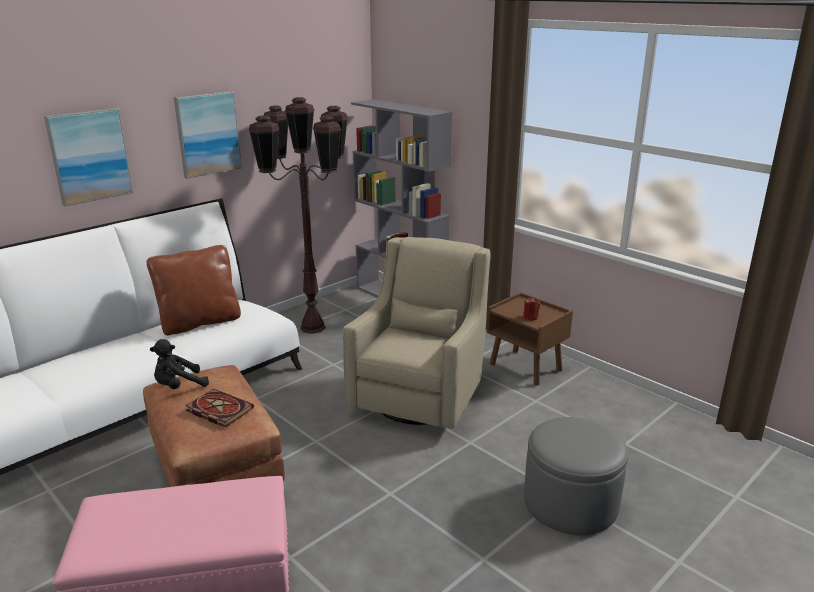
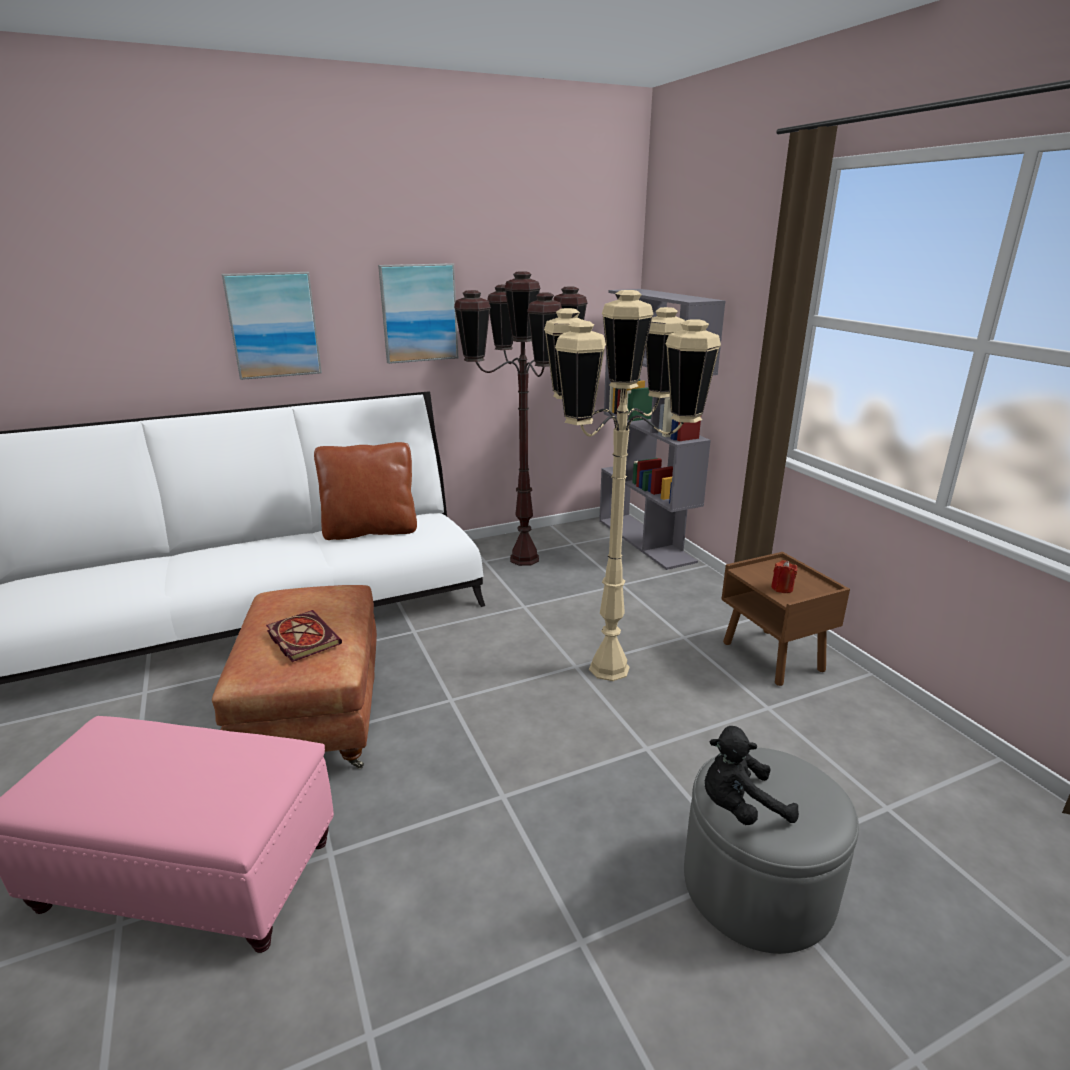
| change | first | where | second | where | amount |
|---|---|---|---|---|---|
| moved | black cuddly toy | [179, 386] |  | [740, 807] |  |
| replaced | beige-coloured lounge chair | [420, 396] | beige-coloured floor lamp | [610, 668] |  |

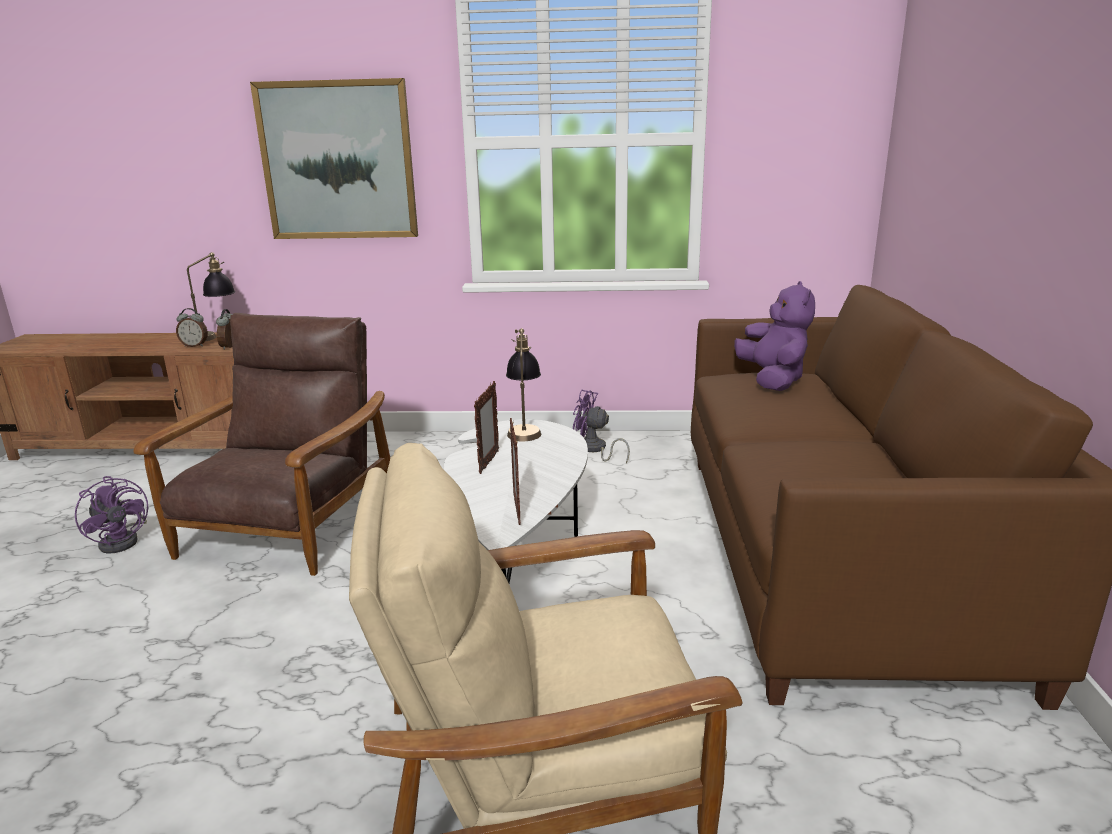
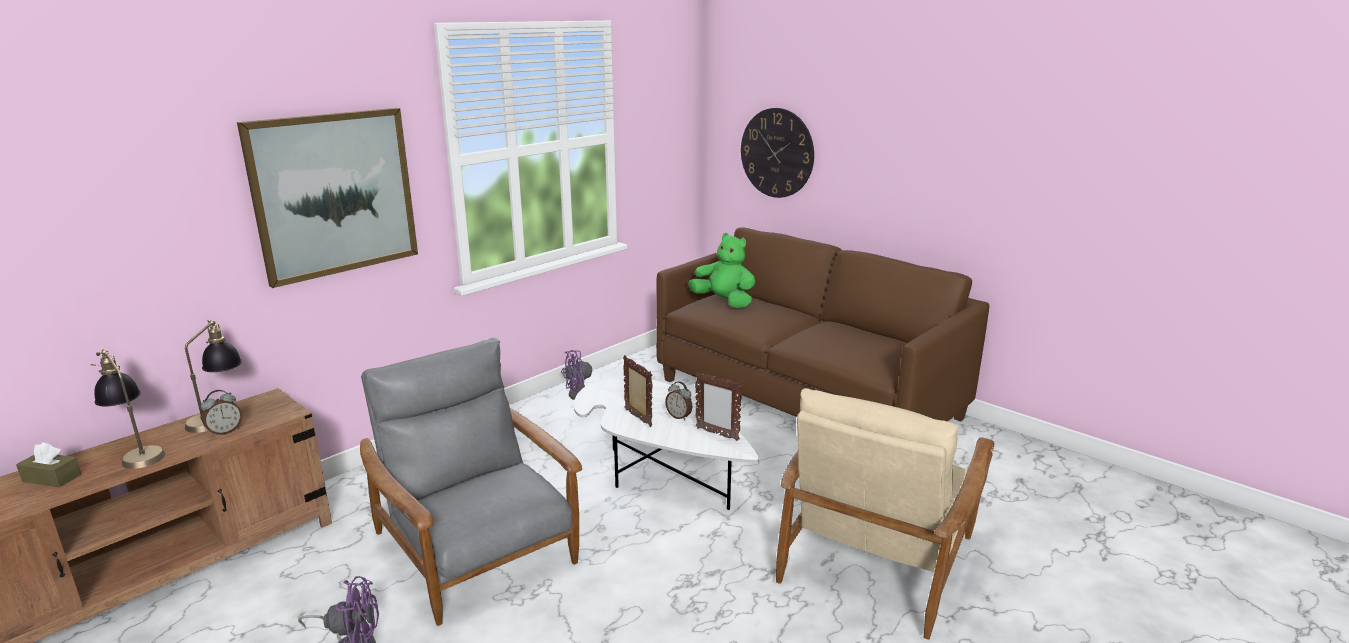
| change | first | where | second | where | amount |
|---|---|---|---|---|---|
| added |  |  | brown-coloured tissue holder | [52, 478] |  |
| added |  |  | clock on the wall | [777, 153] |  |
| moved | alarm clock | [230, 347] |  | [679, 416] |  |
| moved | lamp for a table | [524, 428] |  | [138, 453] |  |
| recoloured | brown-coloured lounge chair | [289, 523] | grey lounge chair | [476, 549] |  |
| recoloured | purple cuddly toy | [772, 380] | green-coloured cuddly toy | [724, 302] |  |

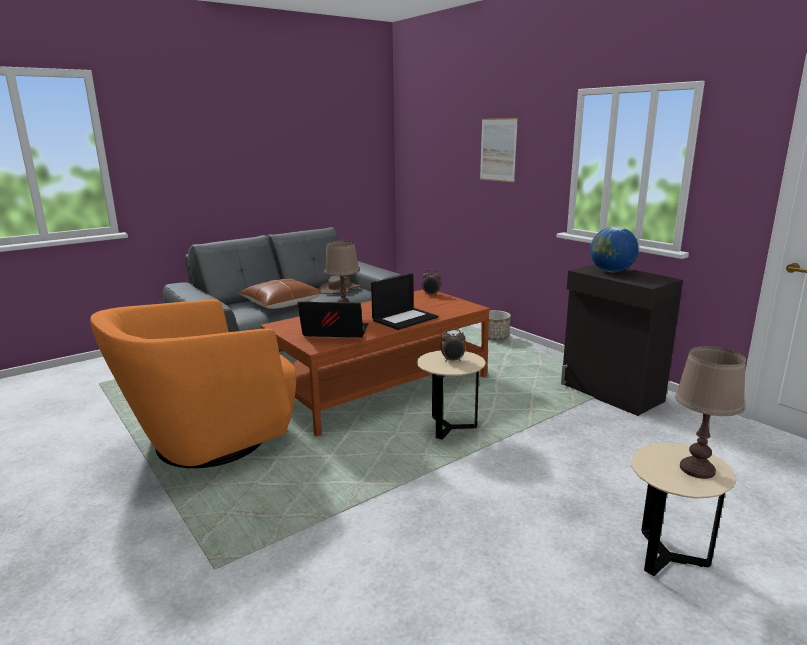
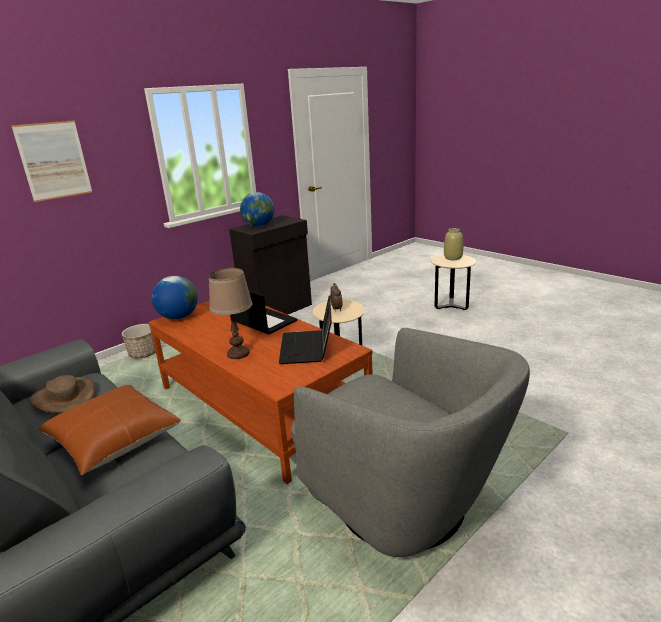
| change | first | where | second | where | amount |
|---|---|---|---|---|---|
| replaced | alarm clock | [431, 294] | world globe | [178, 317] |  |
| replaced | brown-coloured lamp for a table | [697, 469] | beige-coloured flower vase | [453, 258] |  |
| recoloured | orangey lounge chair | [209, 441] | grey lounge chair | [403, 503] |  |

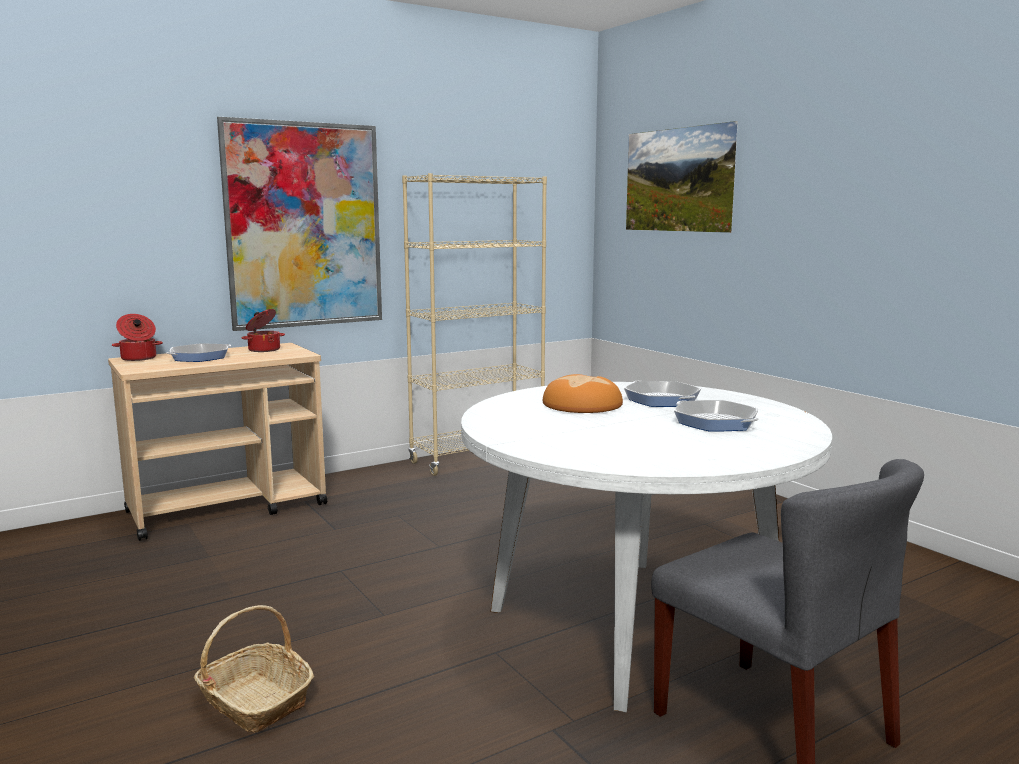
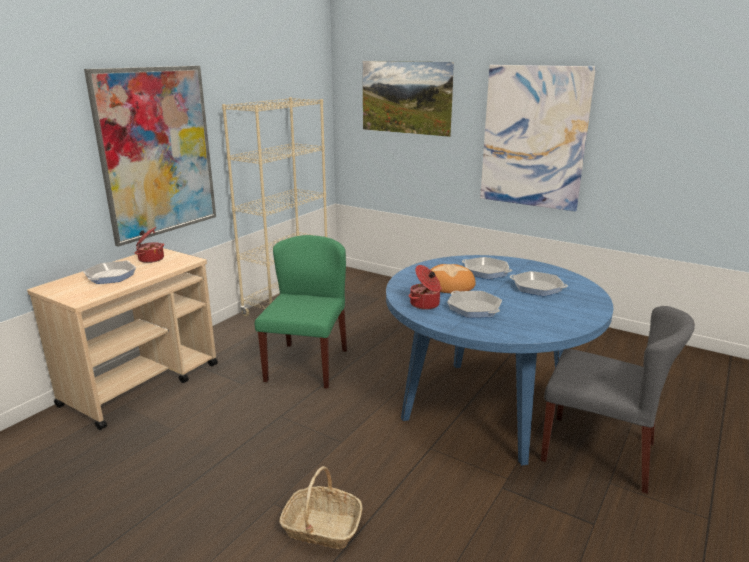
| change | first | where | second | where | amount |
|---|---|---|---|---|---|
| added |  |  | green-coloured plain chair | [307, 364] |  |
| added |  |  | skillet | [474, 308] |  |
| added |  |  | wall picture | [534, 137] |  |
| moved | stockpot | [138, 358] |  | [425, 304] |  |
| recoloured | white-coloured dining table | [633, 624] | blue dining table | [485, 408] |  |

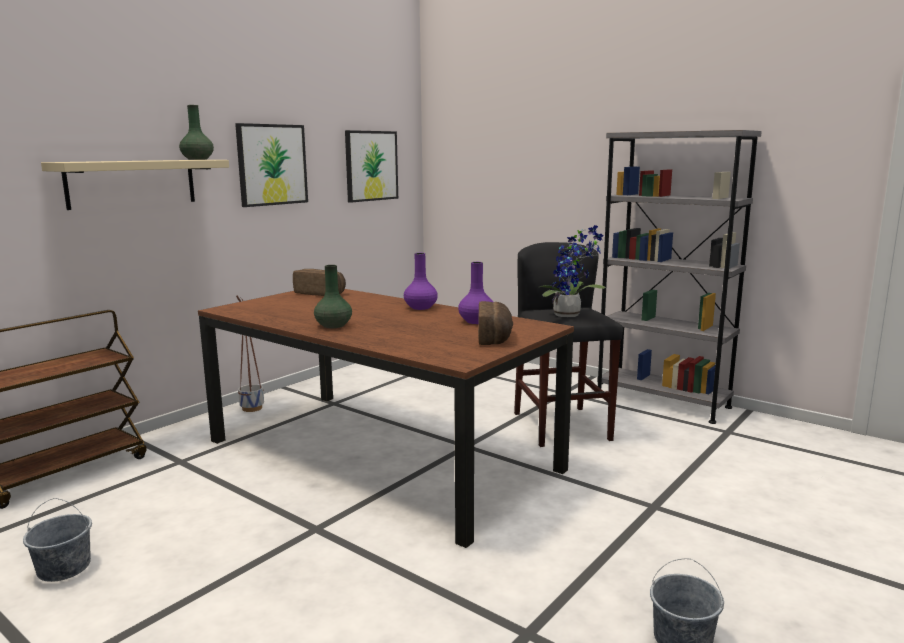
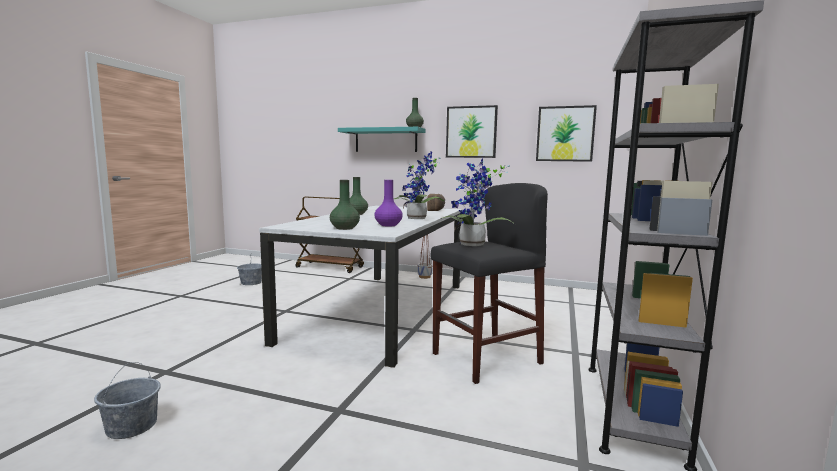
| change | first | where | second | where | amount |
|---|---|---|---|---|---|
| replaced | purple flower vase | [421, 307] | houseplant | [418, 219] |  |
| replaced | baked bread | [495, 337] | green-coloured flower vase | [344, 228] |  |
| recoloured | beige-coloured shelf | [132, 183] | blue-green shelf | [386, 140] |  |
| recoloured | brown-coloured dining table | [379, 455] | white-coloured dining table | [382, 310] |  |

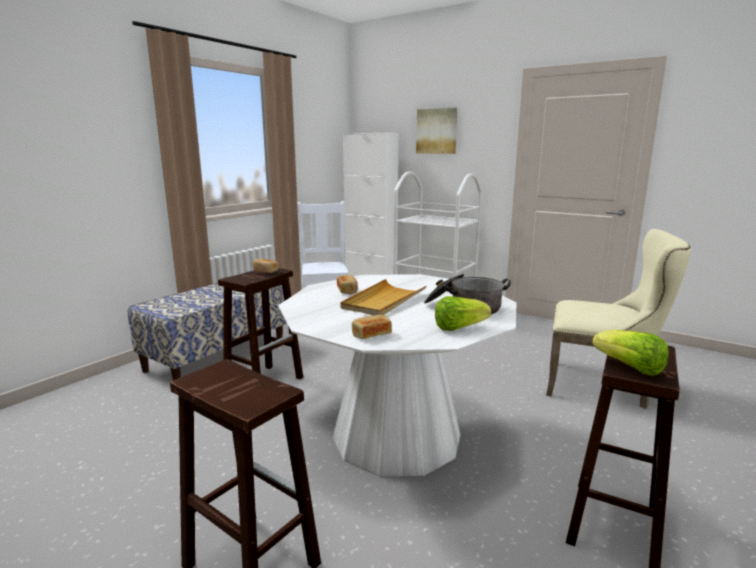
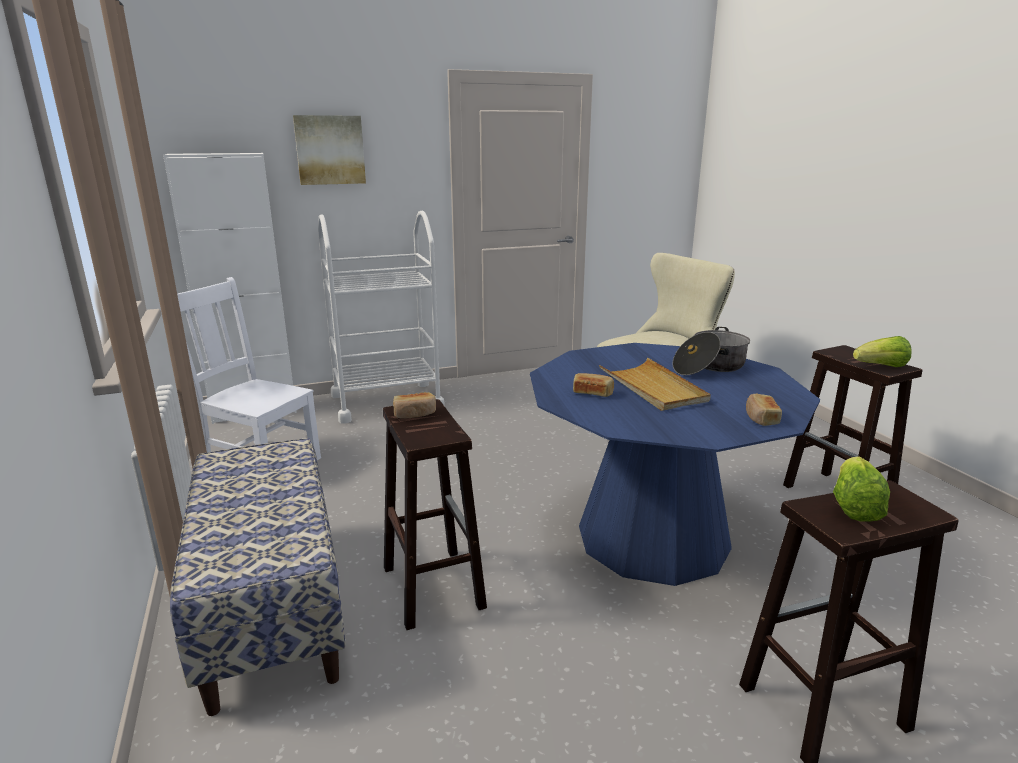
| change | first | where | second | where | amount |
|---|---|---|---|---|---|
| moved | lettuce head | [459, 328] |  | [854, 506] |  |
| recoloured | white-coloured dining table | [396, 435] | blue dining table | [653, 536] |  |

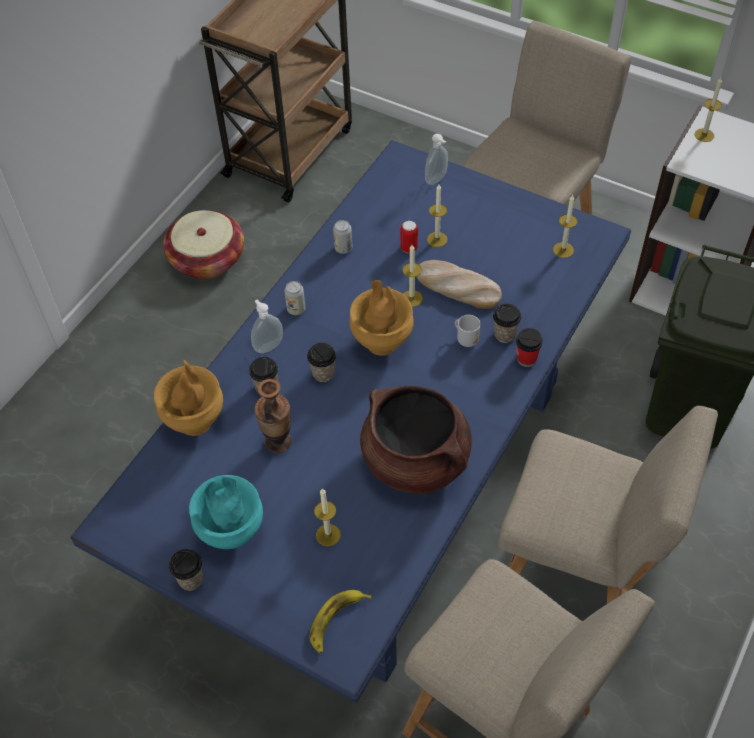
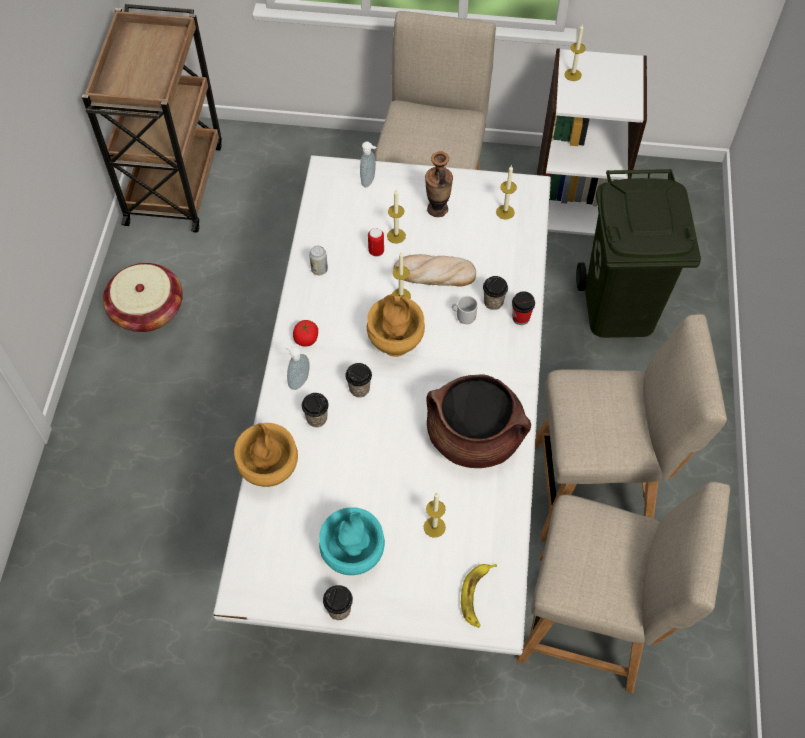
| change | first | where | second | where | amount |
|---|---|---|---|---|---|
| moved | flower vase | [278, 442] |  | [437, 209] |  |
| replaced | can | [296, 309] | tomato | [306, 339] |  |
| recoloured | blue dining table | [380, 481] | white-coloured dining table | [400, 458] |  |

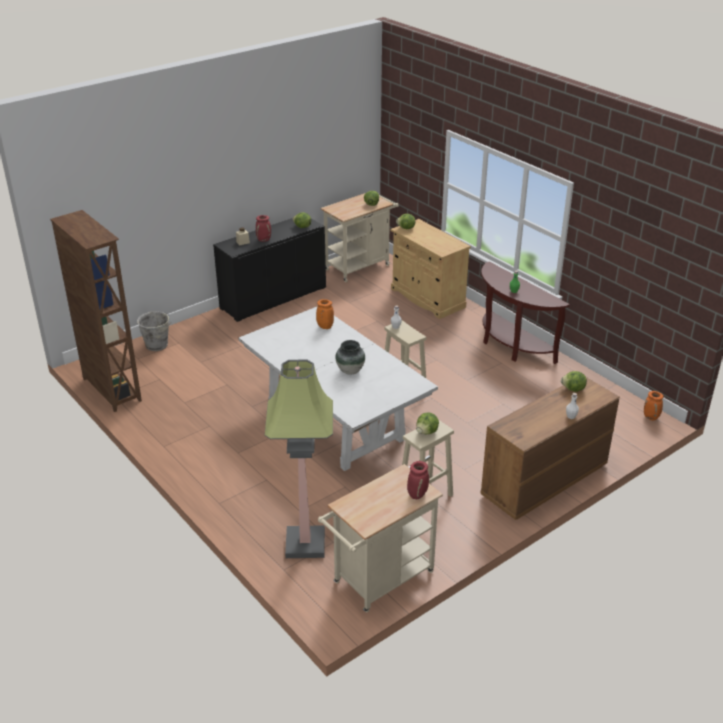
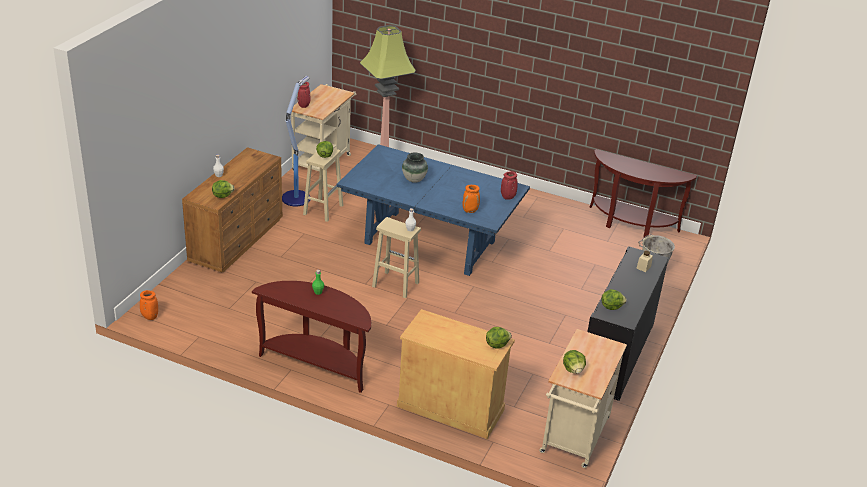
| change | first | where | second | where | amount |
|---|---|---|---|---|---|
| added |  |  | floor lamp | [296, 197] |  |
| moved | red flower vase | [264, 240] |  | [507, 197] |  |
| replaced | brown-coloured bookshelf | [112, 389] | brown-coloured hall table | [630, 224] |  |
| recoloured | white-coloured dining table | [336, 423] | blue dining table | [429, 242] |  |

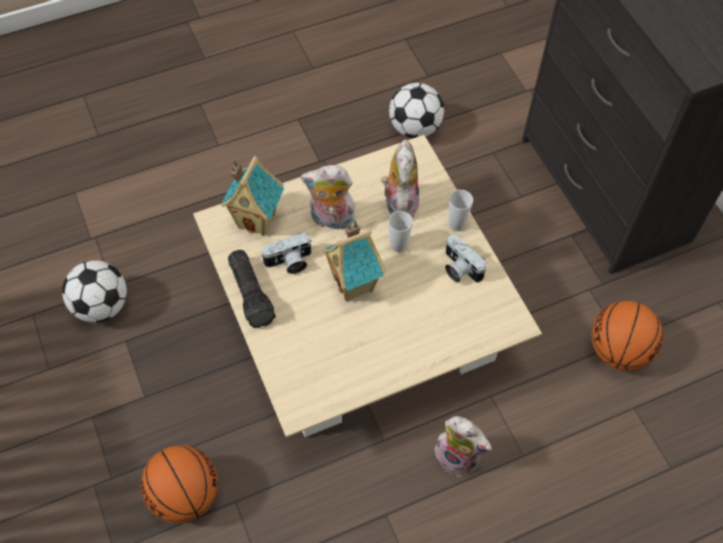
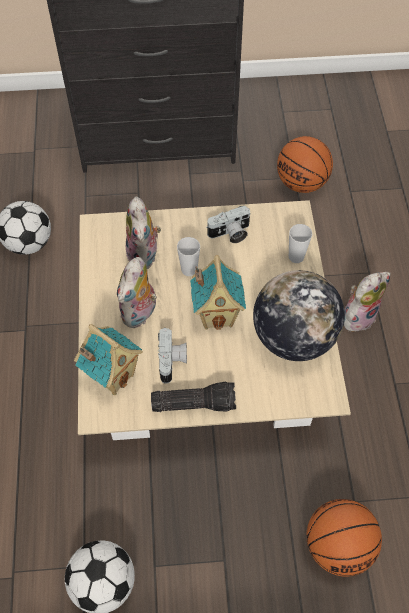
| change | first | where | second | where | amount |
|---|---|---|---|---|---|
| added |  |  | world globe | [293, 337] |  |
| moved | cup | [456, 224] |  | [296, 257] |  |
| turned | cuddly toy | [399, 202] |  | [145, 255] | 120 degrees counterclockwise |

